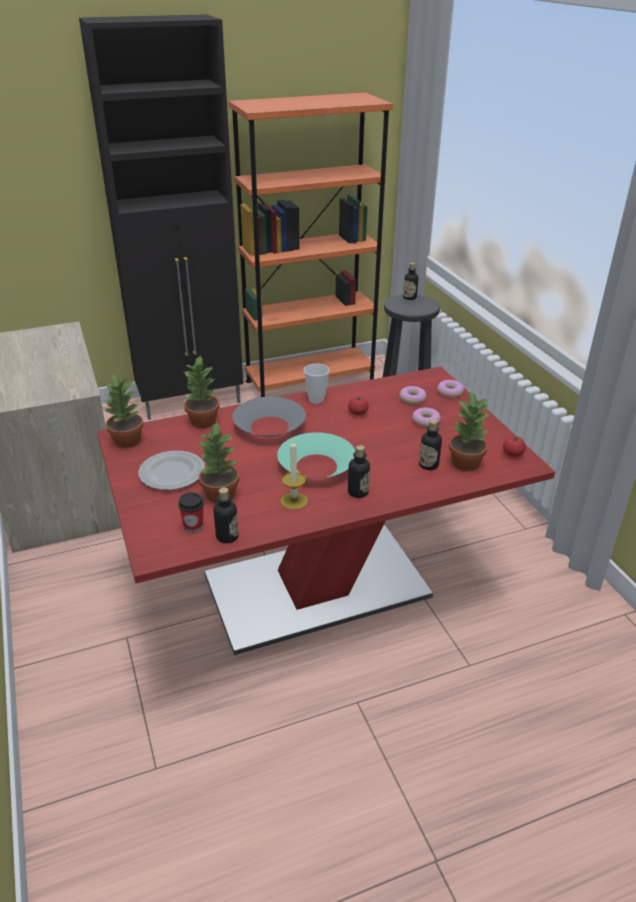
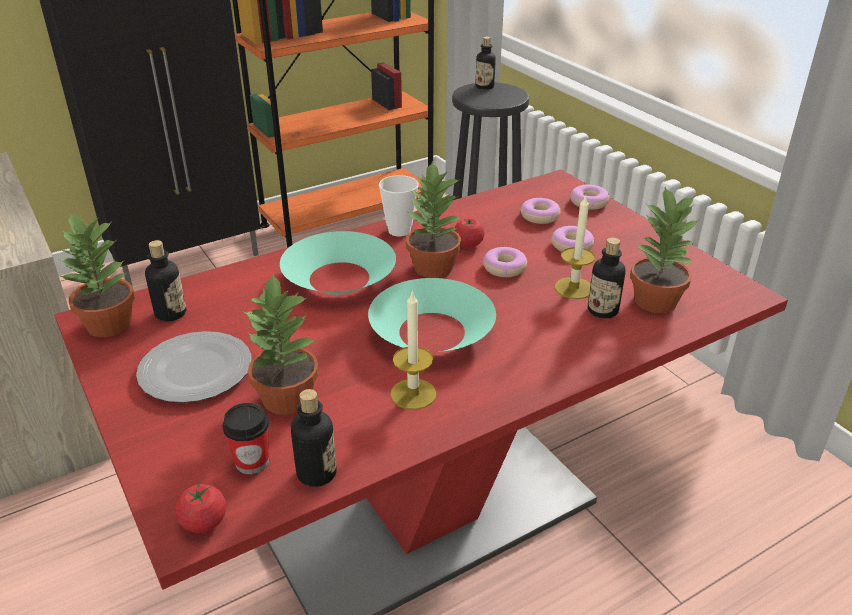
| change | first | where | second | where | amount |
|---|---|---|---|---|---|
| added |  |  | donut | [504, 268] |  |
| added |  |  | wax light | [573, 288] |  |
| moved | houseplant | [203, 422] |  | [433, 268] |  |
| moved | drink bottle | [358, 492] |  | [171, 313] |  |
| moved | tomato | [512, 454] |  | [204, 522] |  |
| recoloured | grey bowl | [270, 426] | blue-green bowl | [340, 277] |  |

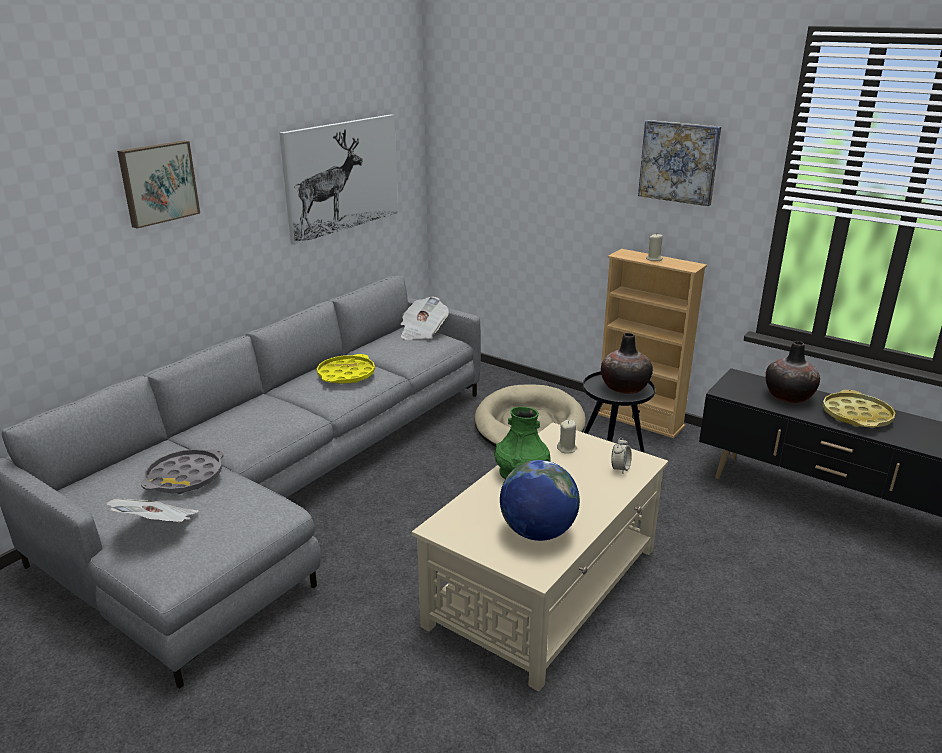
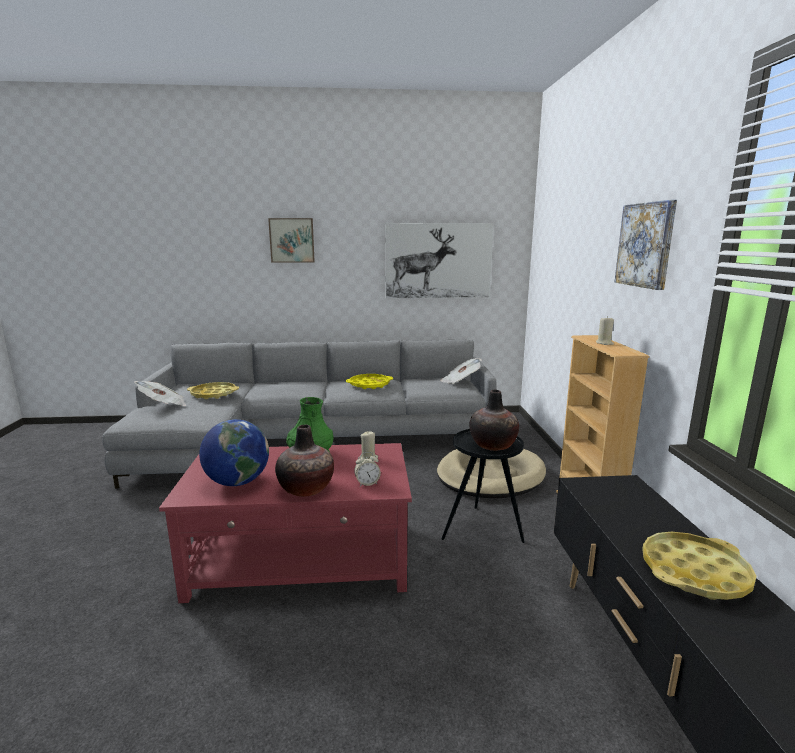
| change | first | where | second | where | amount |
|---|---|---|---|---|---|
| moved | flower vase | [788, 397] |  | [306, 488] |  |
| recoloured | grey carrying tray | [185, 477] | yellow carrying tray | [213, 394] |  |
| recoloured | beige-coloured coffee table | [545, 585] | red coffee table | [302, 558] |  |

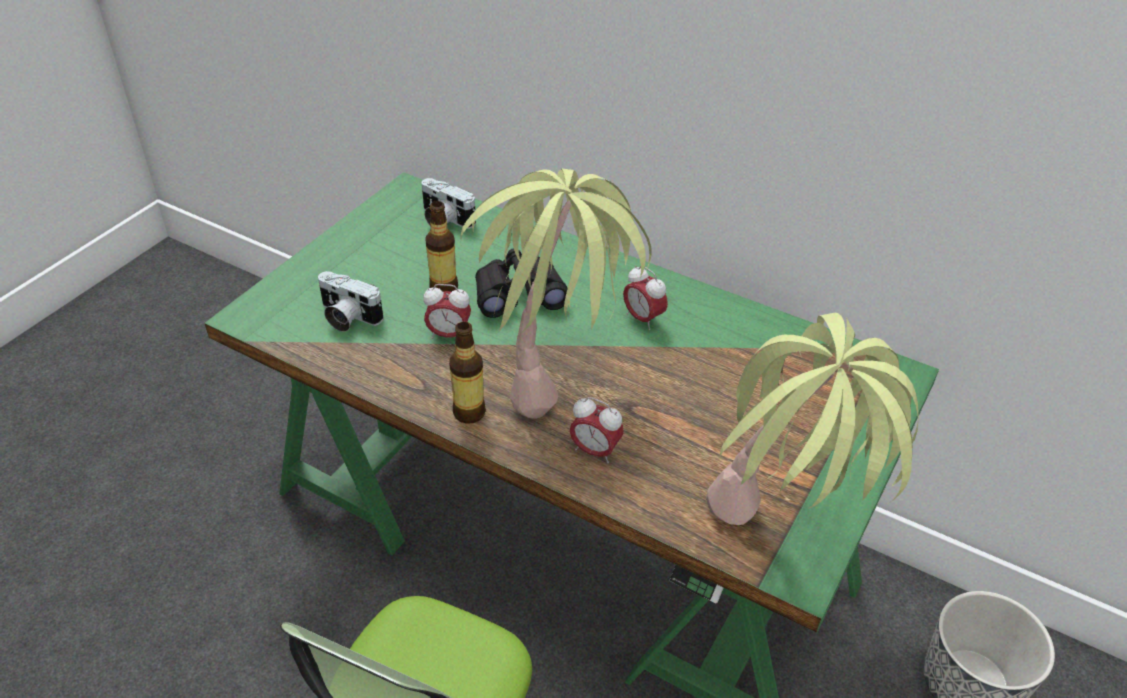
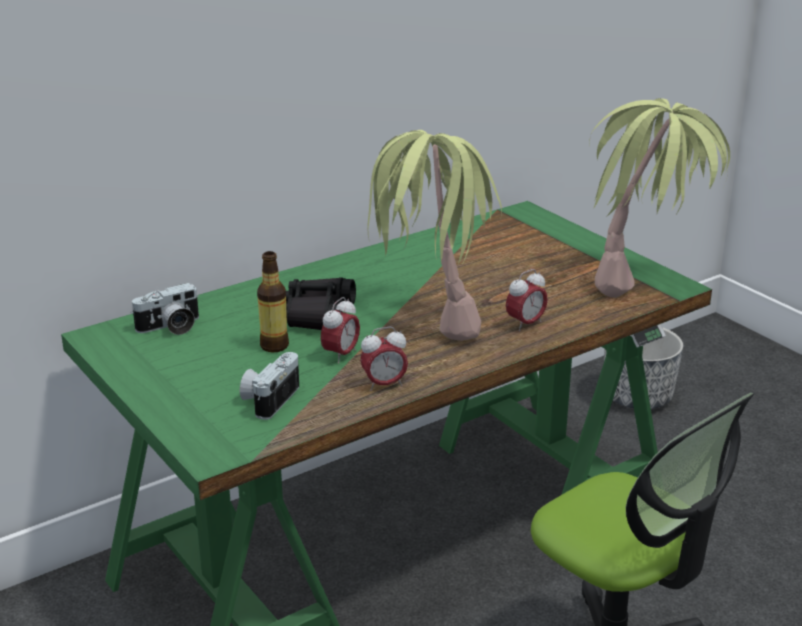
| change | first | where | second | where | amount |
|---|---|---|---|---|---|
| removed | drink bottle | [469, 413] |  |  |  |
| moved | alarm clock | [643, 319] |  | [384, 385] |  |
| turned | photo camera | [347, 317] |  | [269, 399] | 150 degrees clockwise |

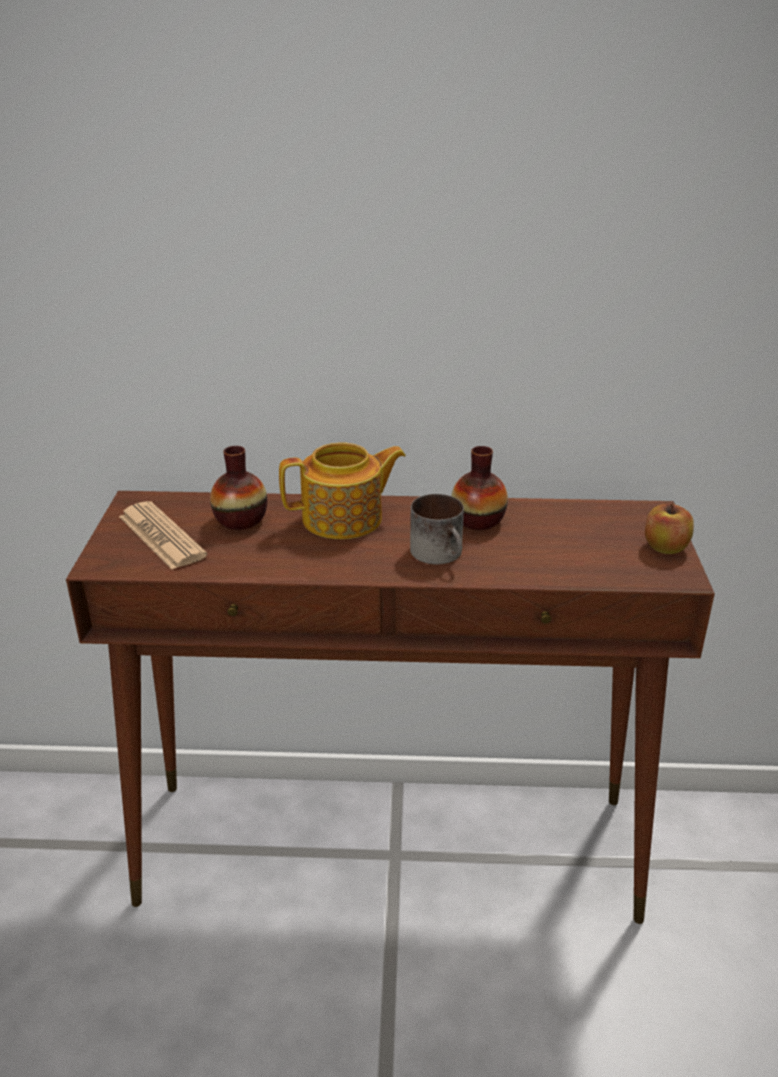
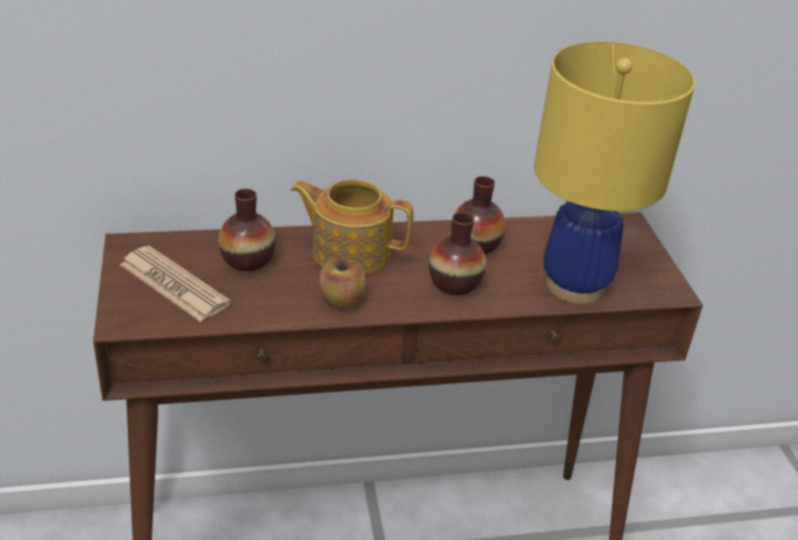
| change | first | where | second | where | amount |
|---|---|---|---|---|---|
| added |  |  | yellow lamp for a table | [574, 285] |  |
| moved | whole apple | [665, 547] |  | [341, 301] |  |
| replaced | coffee mug | [441, 553] | flower vase | [454, 283] |  |
| turned | pot for tea | [344, 519] |  | [350, 252] | 135 degrees counterclockwise |

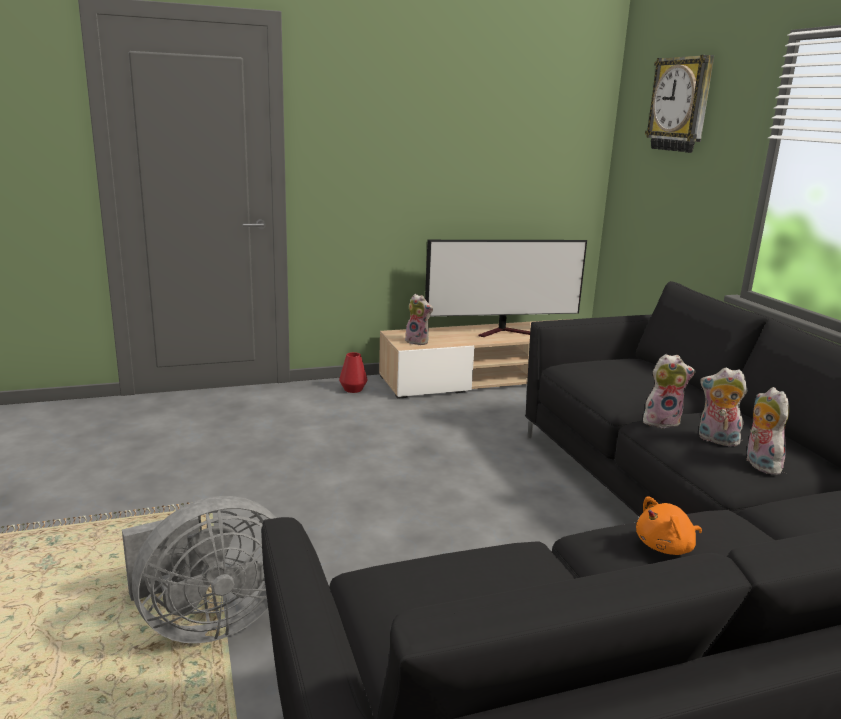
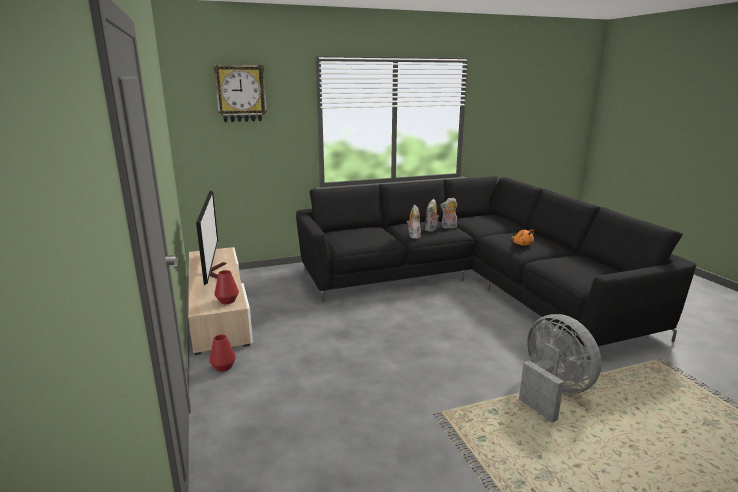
| change | first | where | second | where | amount |
|---|---|---|---|---|---|
| replaced | cuddly toy | [418, 341] | red flower vase | [227, 301] |  |

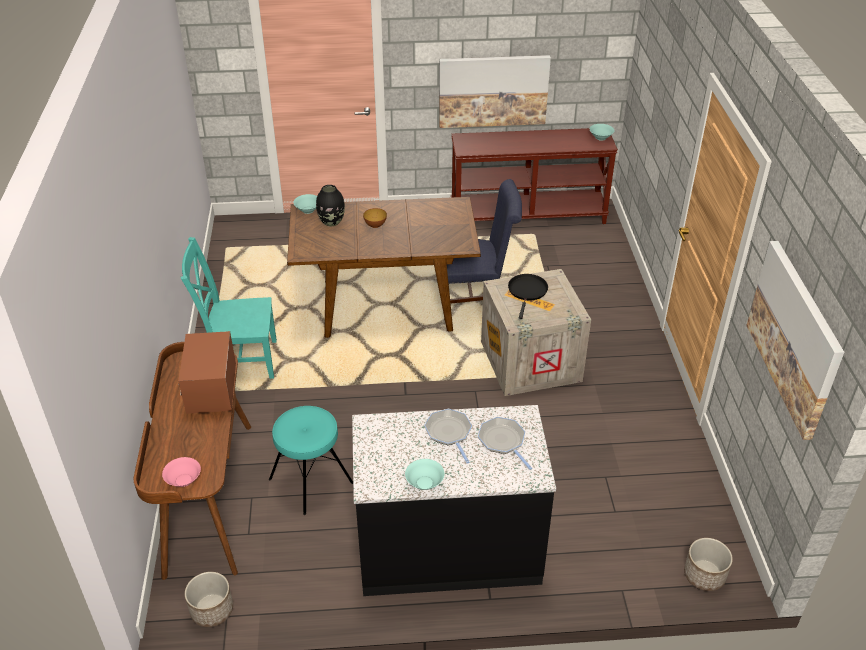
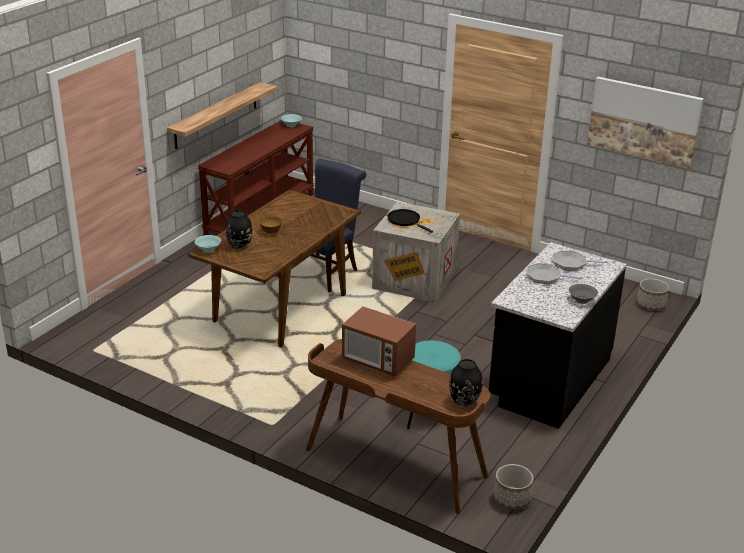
| change | first | where | second | where | amount |
|---|---|---|---|---|---|
| removed | blue-green plain chair | [240, 360] |  |  |  |
| replaced | pink bowl | [184, 480] | black flower vase | [464, 401] |  |
| replaced | wall picture | [493, 91] | shelf | [216, 115] |  |
| recoloured | blue-green bowl | [424, 483] | grey bowl | [582, 300] |  |

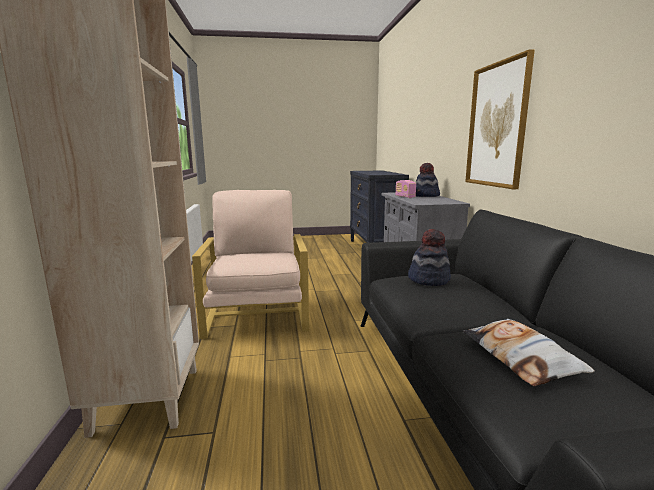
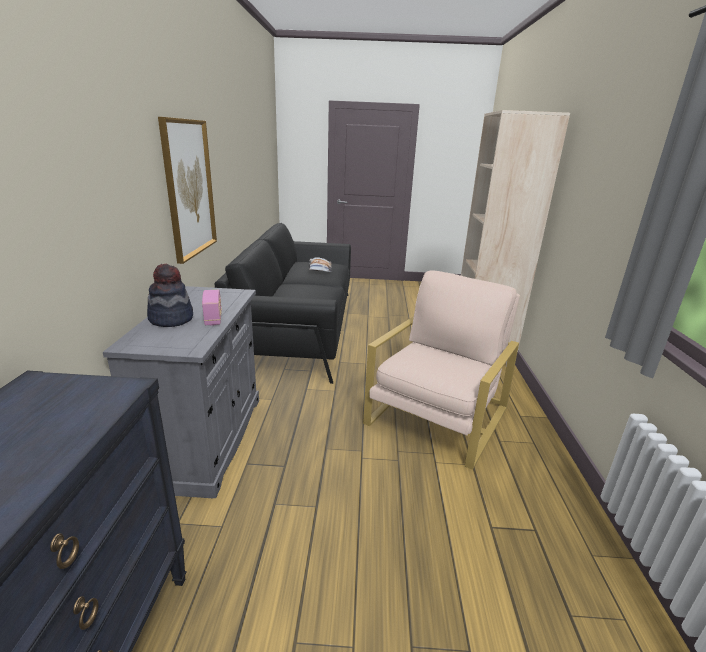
| change | first | where | second | where | amount |
|---|---|---|---|---|---|
| removed | wearable hat | [429, 280] |  |  |  |
| turned | beige-coloured lounge chair | [257, 313] |  | [437, 416] | 150 degrees counterclockwise |

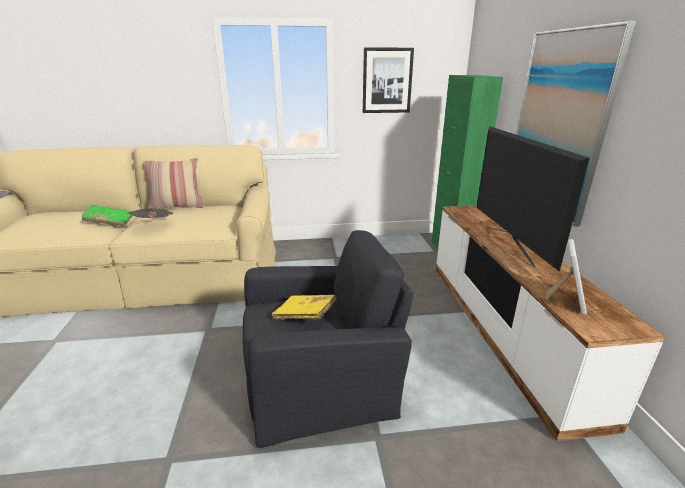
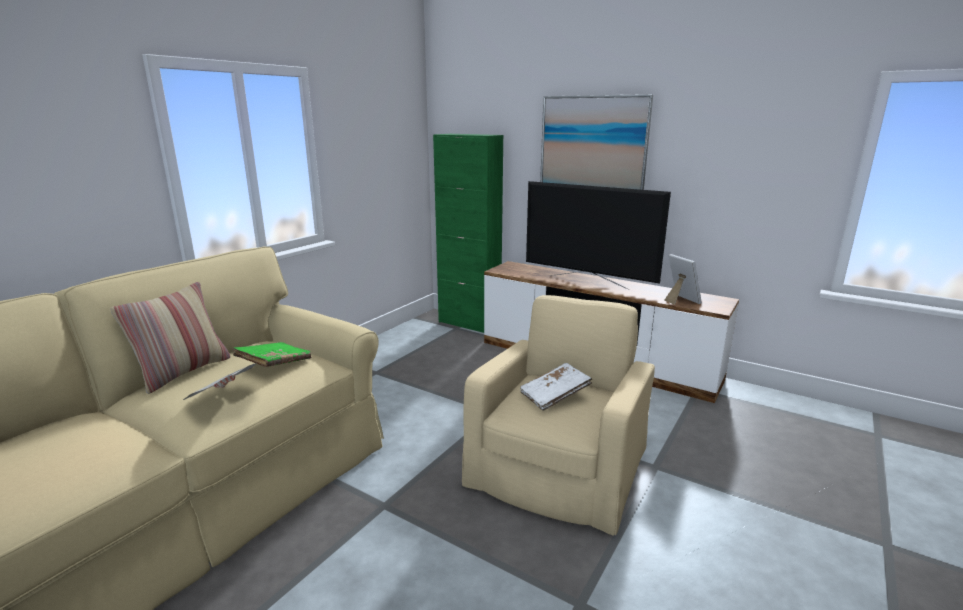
| change | first | where | second | where | amount |
|---|---|---|---|---|---|
| removed | wall picture | [387, 81] |  |  |  |
| moved | green-coloured bound book | [110, 222] |  | [274, 364] |  |
| recoloured | black lounge chair | [320, 378] | beige-coloured lounge chair | [559, 464] |  |
| recoloured | yellow bound book | [305, 315] | white-coloured bound book | [554, 395] |  |

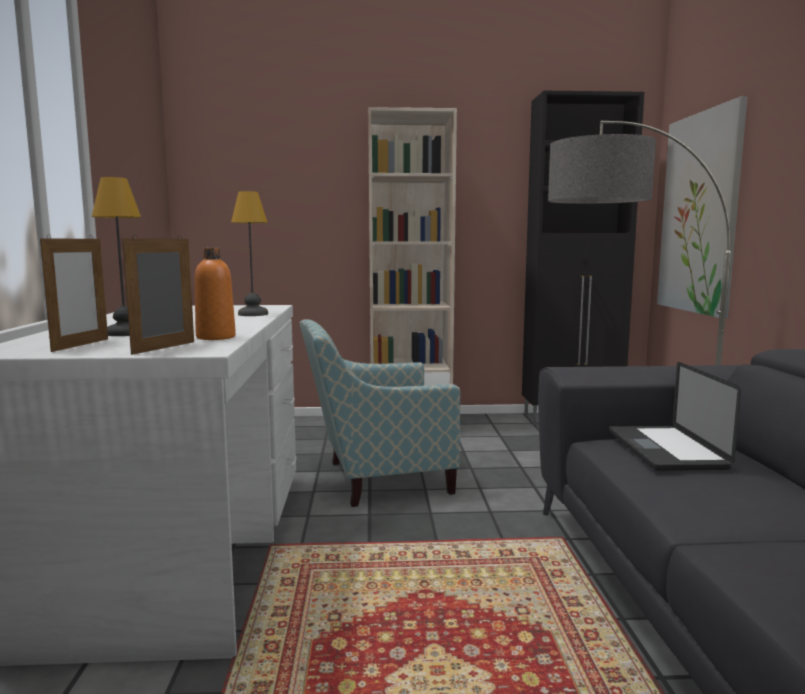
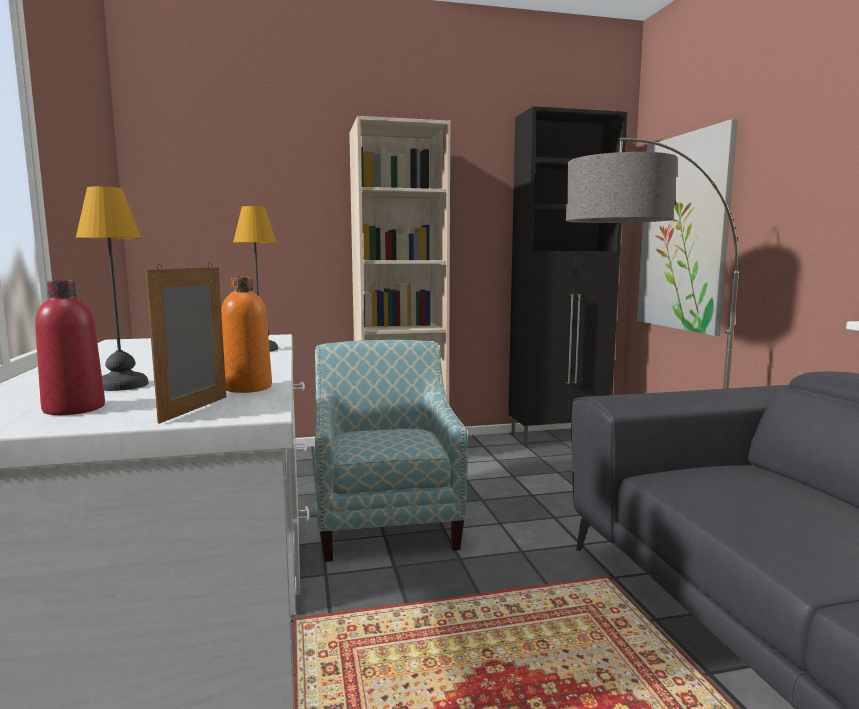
| change | first | where | second | where | amount |
|---|---|---|---|---|---|
| removed | laptop | [665, 450] |  |  |  |
| replaced | photo frame | [81, 345] | red drink bottle | [74, 409] |  |
| turned | lounge chair | [375, 479] |  | [386, 521] | 105 degrees clockwise |

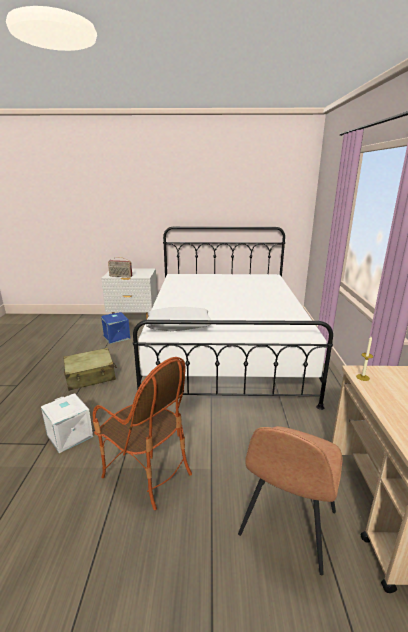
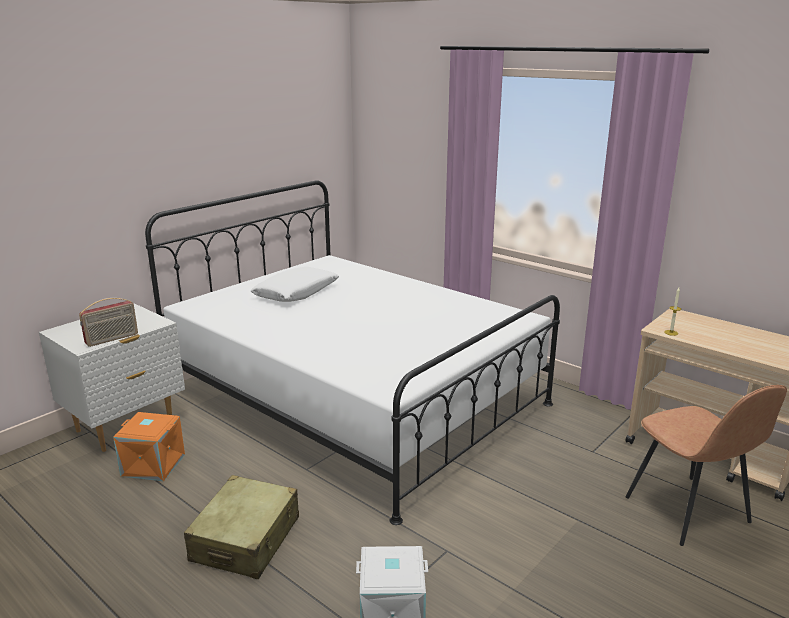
| change | first | where | second | where | amount |
|---|---|---|---|---|---|
| removed | lounge chair | [147, 473] |  |  |  |
| moved | white-coloured cushion | [179, 325] |  | [296, 293] |  |
| recoloured | blue storage box | [116, 337] | orangey storage box | [152, 466] |  |

